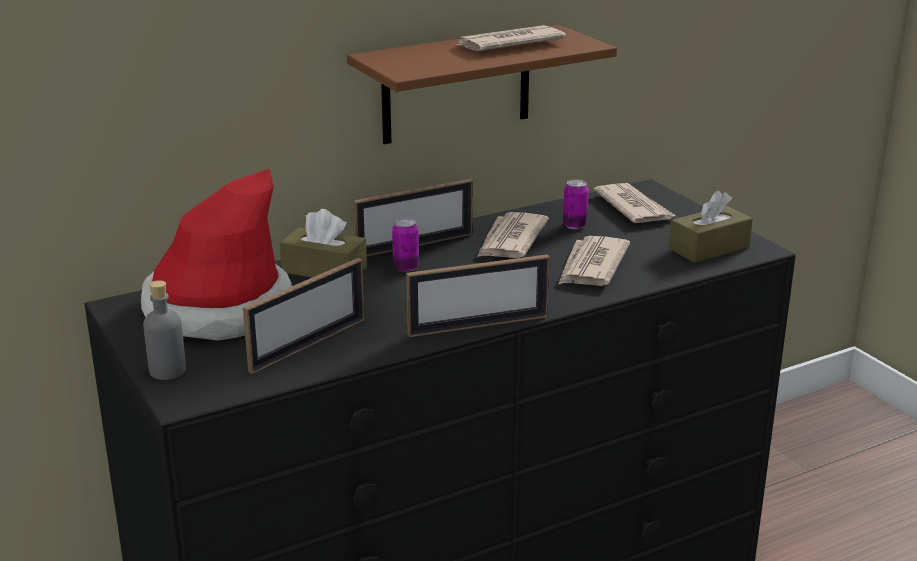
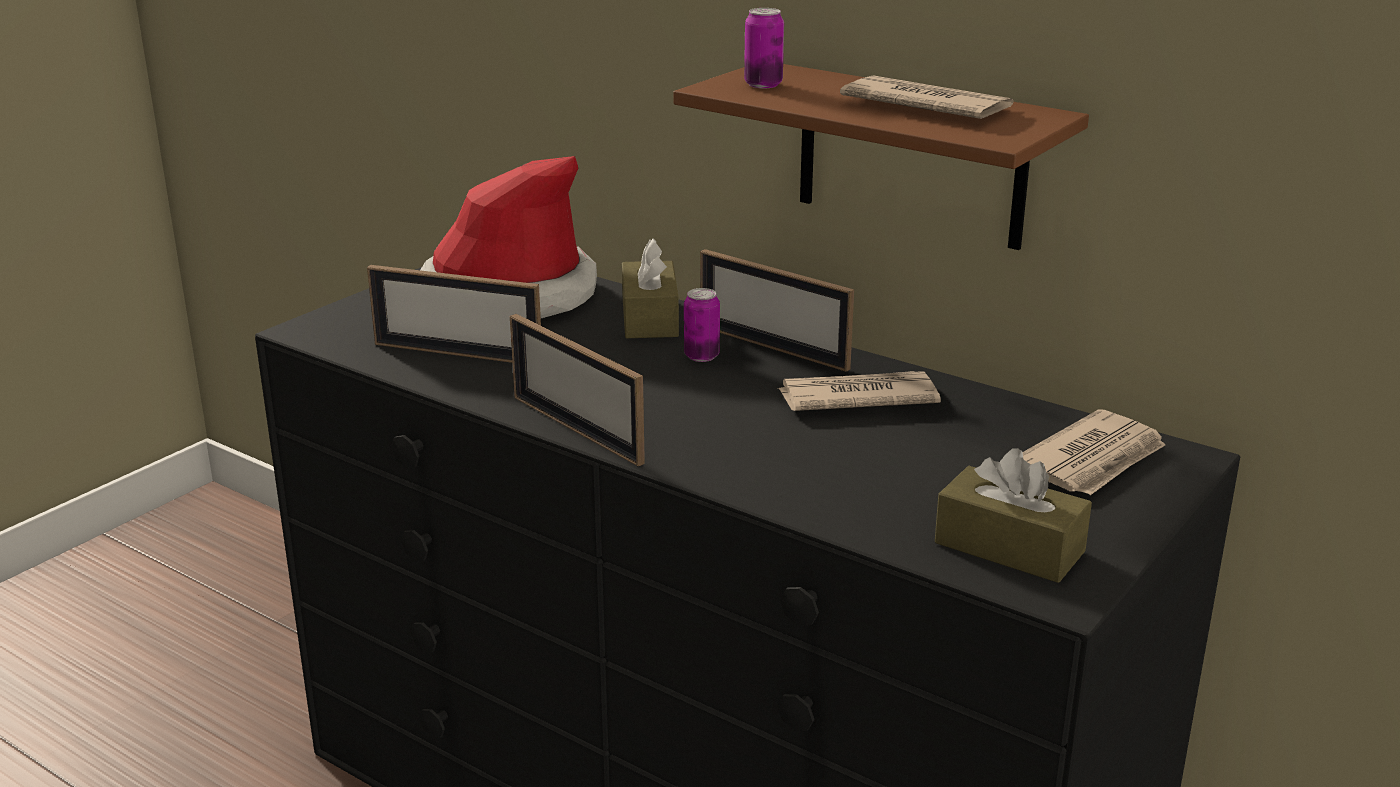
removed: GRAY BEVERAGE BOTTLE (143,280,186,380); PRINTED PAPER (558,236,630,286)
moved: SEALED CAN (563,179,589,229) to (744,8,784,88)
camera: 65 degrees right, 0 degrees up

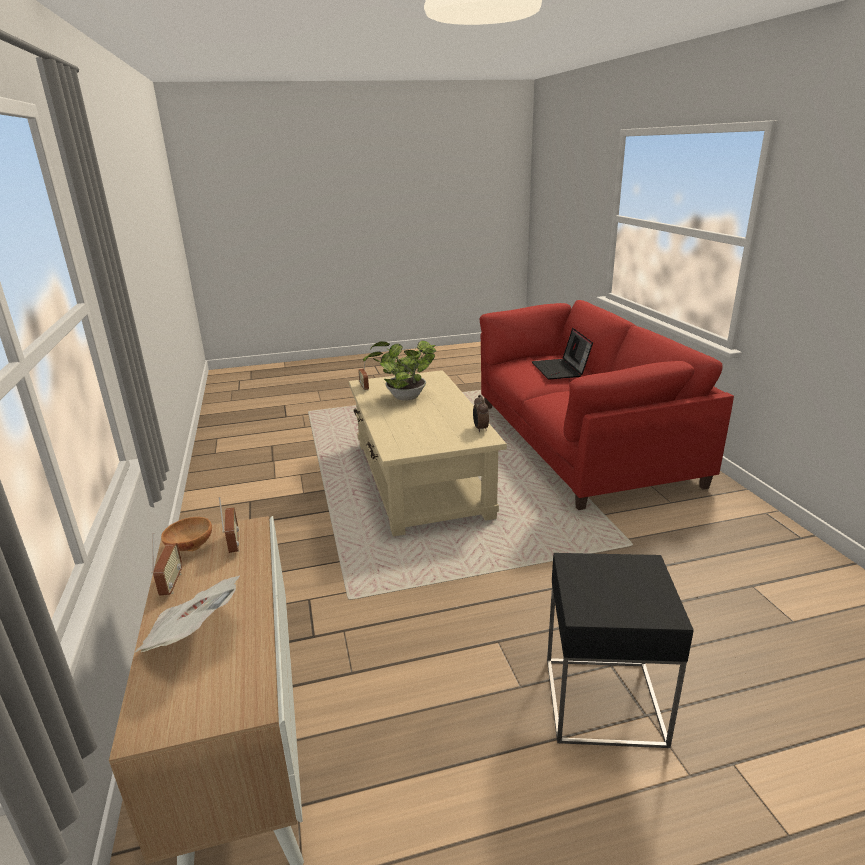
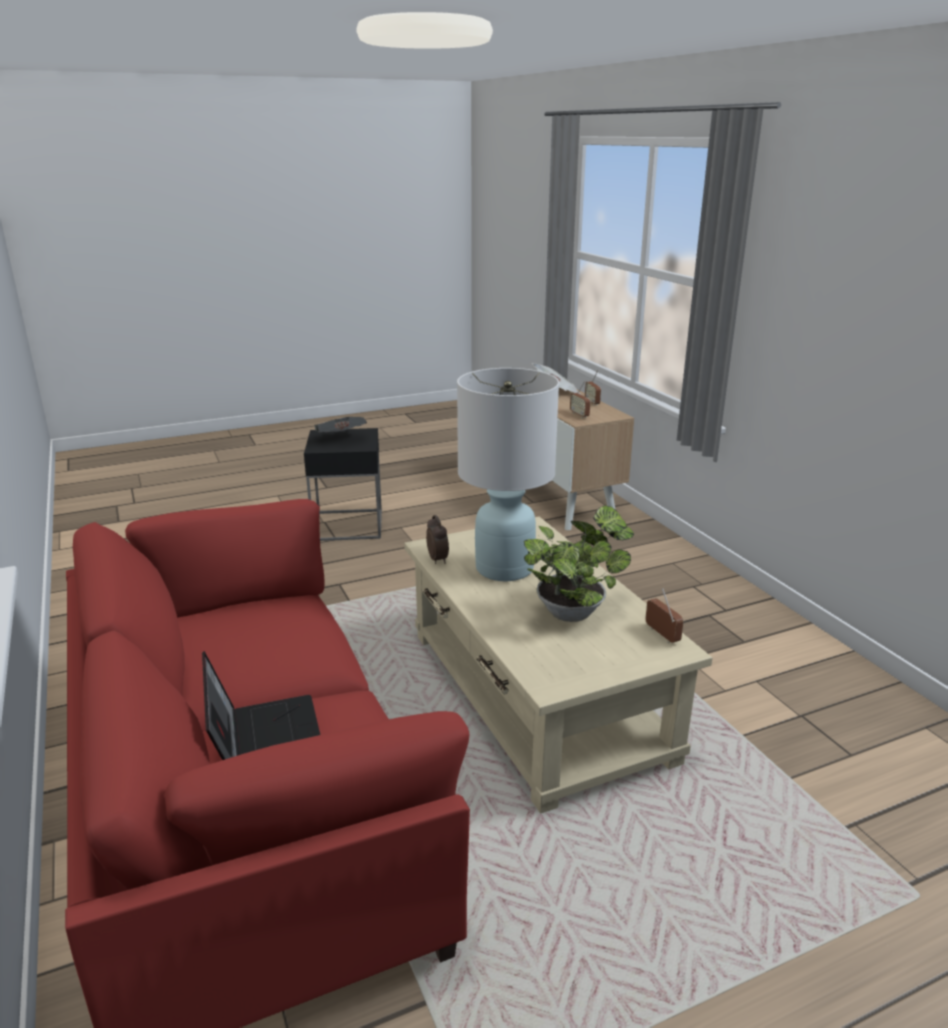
removed: BROWN DEEP DISH (161,517,212,551)
added: PRINTED PAPER (314,417,367,432); WHITISH TABLETOP LAMP (457,368,559,581)
camera: 170 degrees right, 0 degrees up

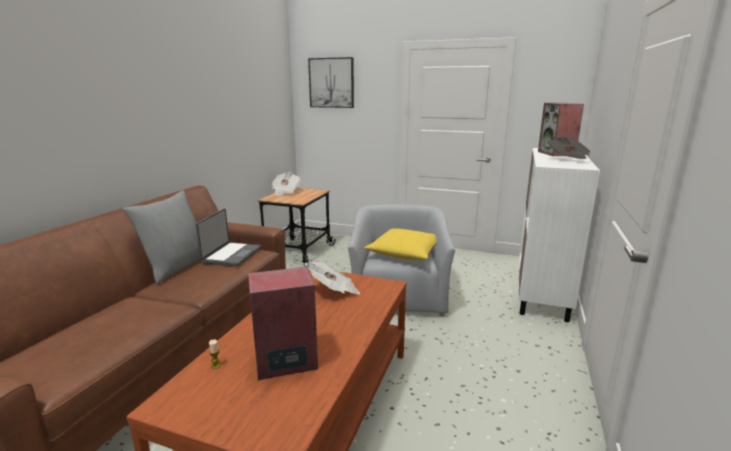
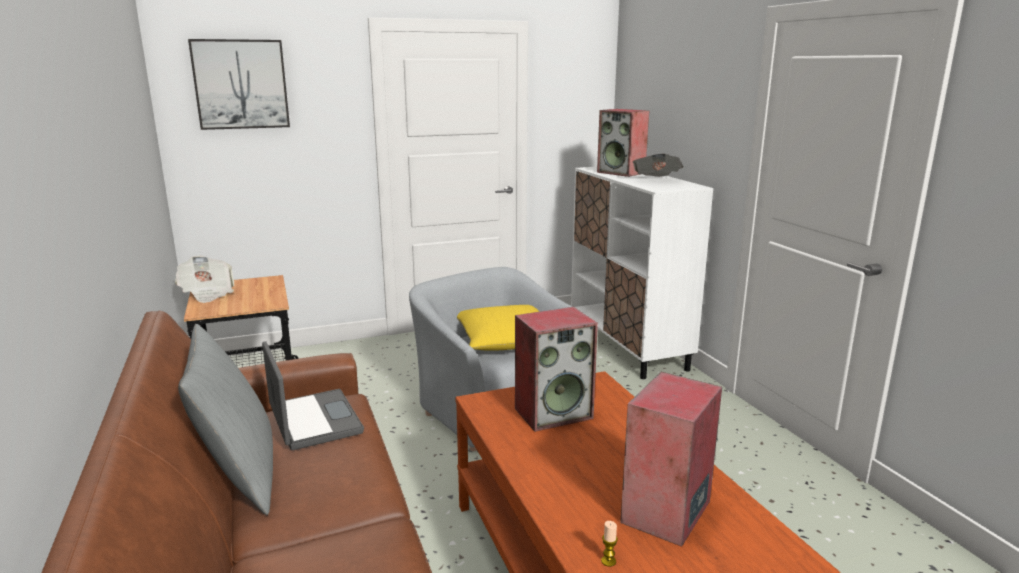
replaced: PRINTED PAPER (305,261,361,294) to SPEAKER (515,307,598,432)
camera: 40 degrees left, 0 degrees up

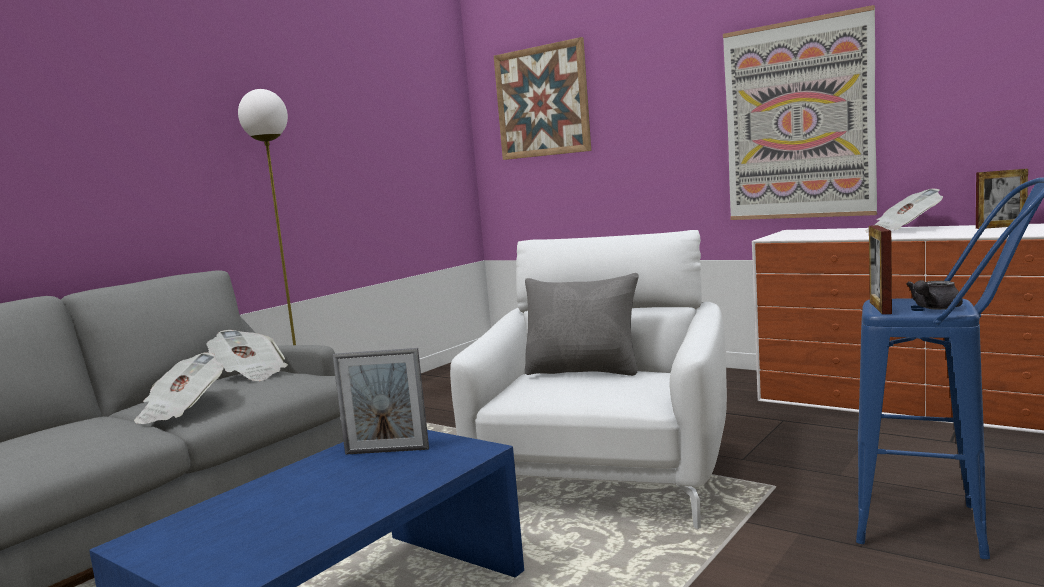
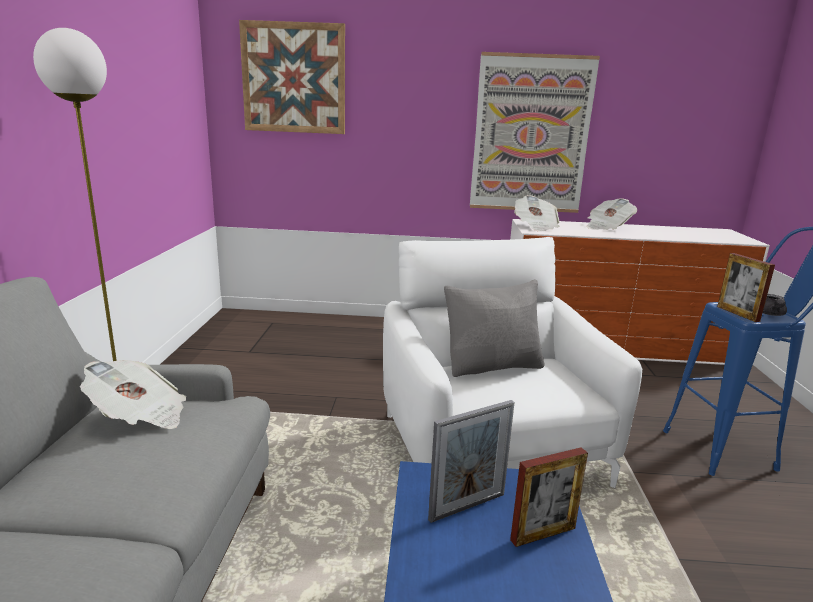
moved: PRINTED PAPER (134,352,224,424) to (514,195,560,232); PHOTO FRAME (976,169,1028,229) to (510,447,588,547)
camera: 35 degrees left, 10 degrees up

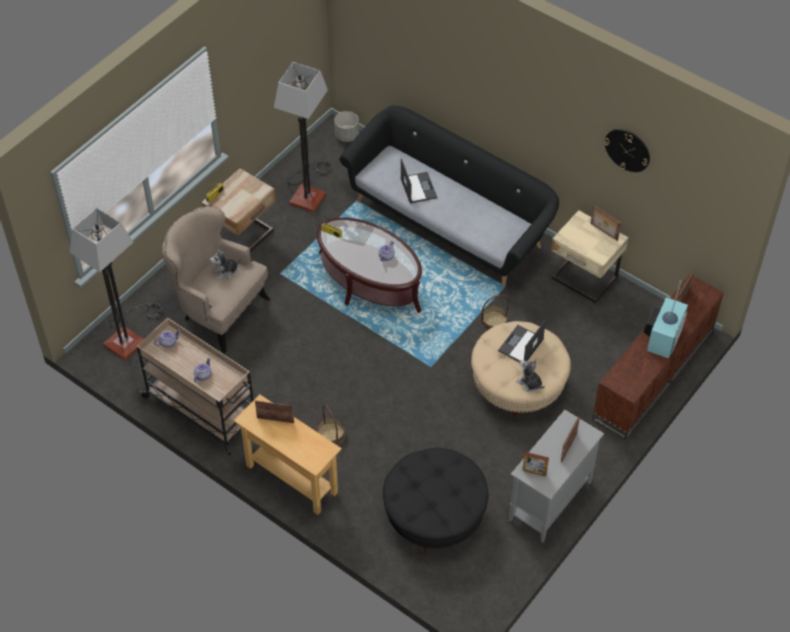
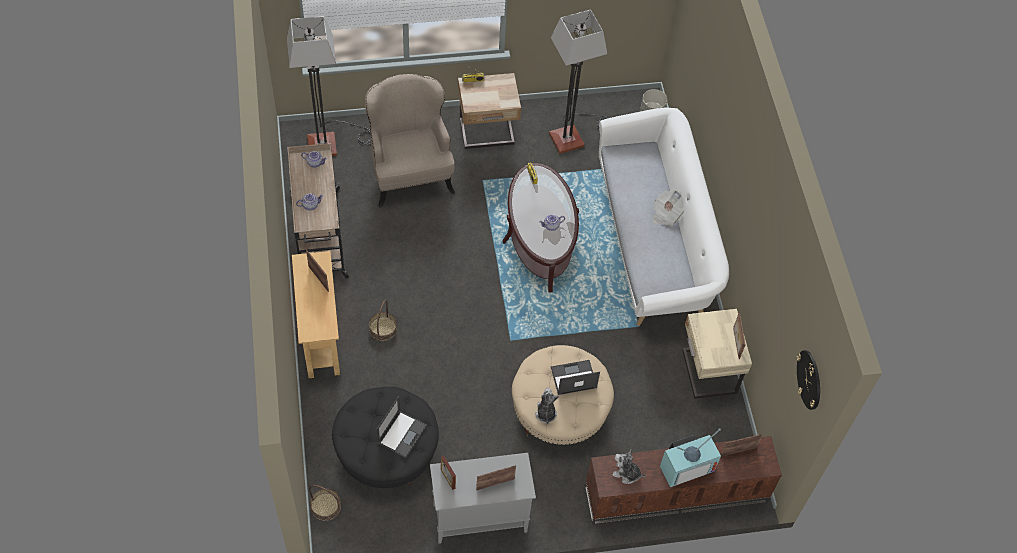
added: PRINTED PAPER (653,190,684,226)
moved: PLUSH TOY (210,247,241,280) to (612,449,646,484); NOTEBOOK COMPUTER (401,158,437,204) to (377,396,427,458); BASKET (481,295,509,330) to (309,485,341,521); HANGING CLOCK (604,129,650,172) to (797,350,820,410)
recoloured: BLACK-COLOURED COUCH (340,105,559,286) to WHITISH COUCH (599,108,729,326)
camera: 40 degrees right, 5 degrees up

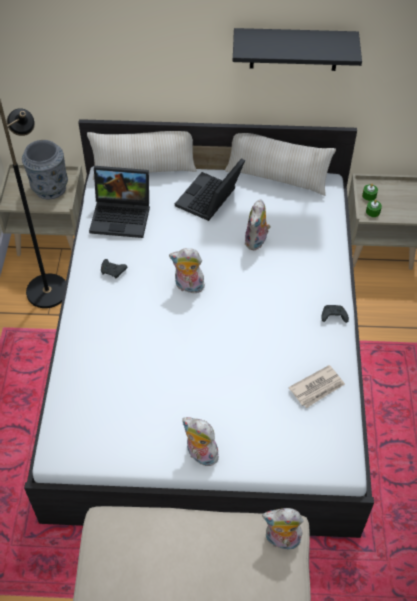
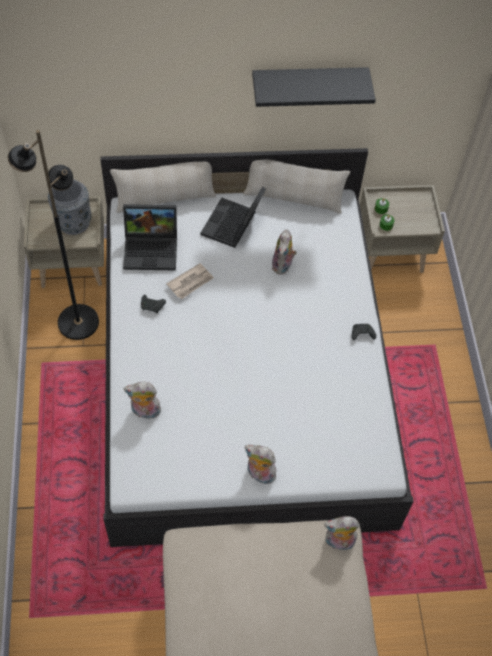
moved: PLUSH TOY (169,248,205,294) to (124,382,161,419); PRINTED PAPER (289,365,345,408) to (166,263,214,299)
camera: 10 degrees left, 5 degrees up

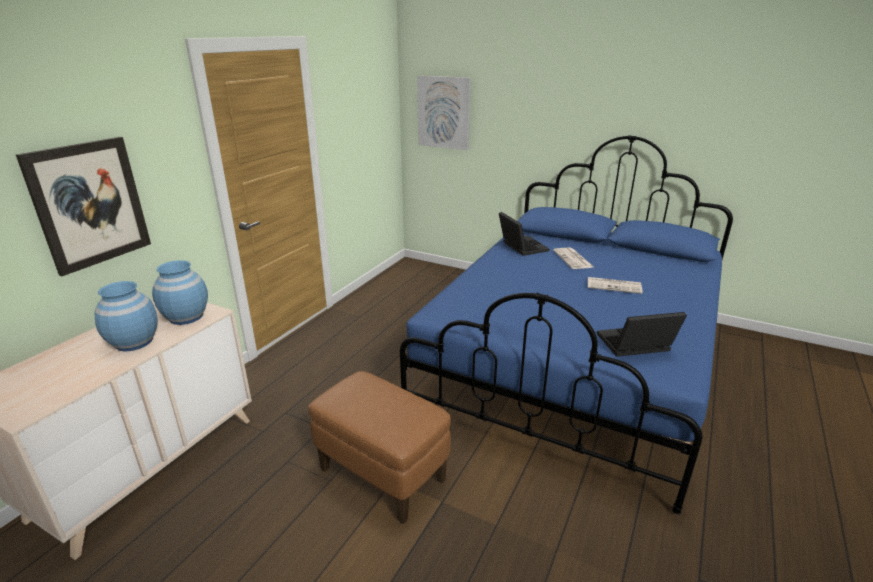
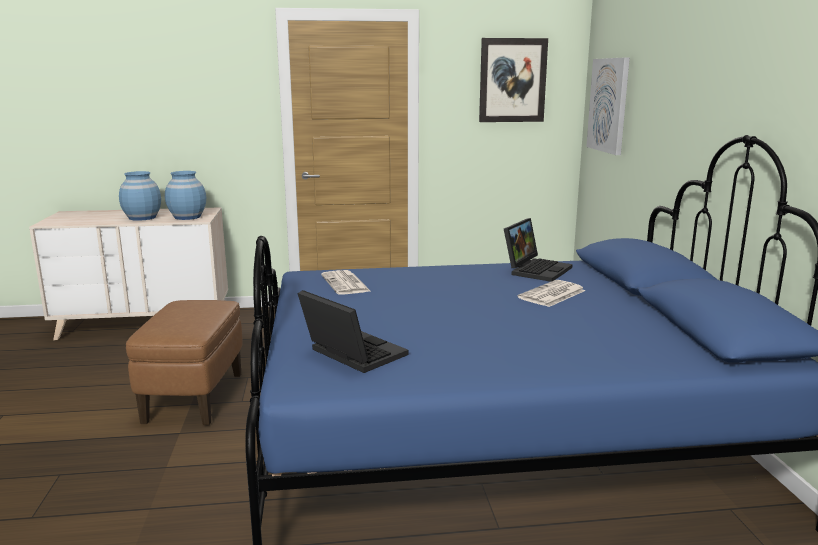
moved: WALL PICTURE (16,137,151,276) to (479,38,548,122); PRINTED PAPER (588,277,643,294) to (321,270,370,295)
camera: 55 degrees right, 10 degrees down

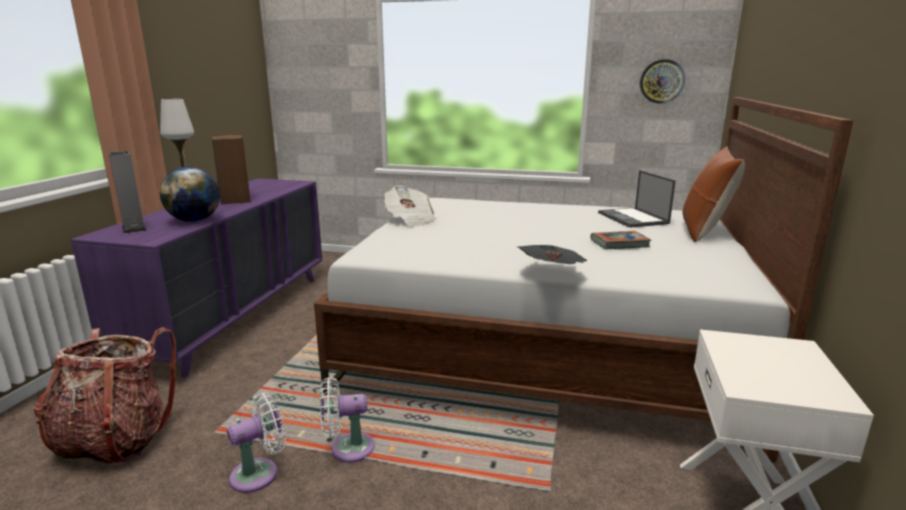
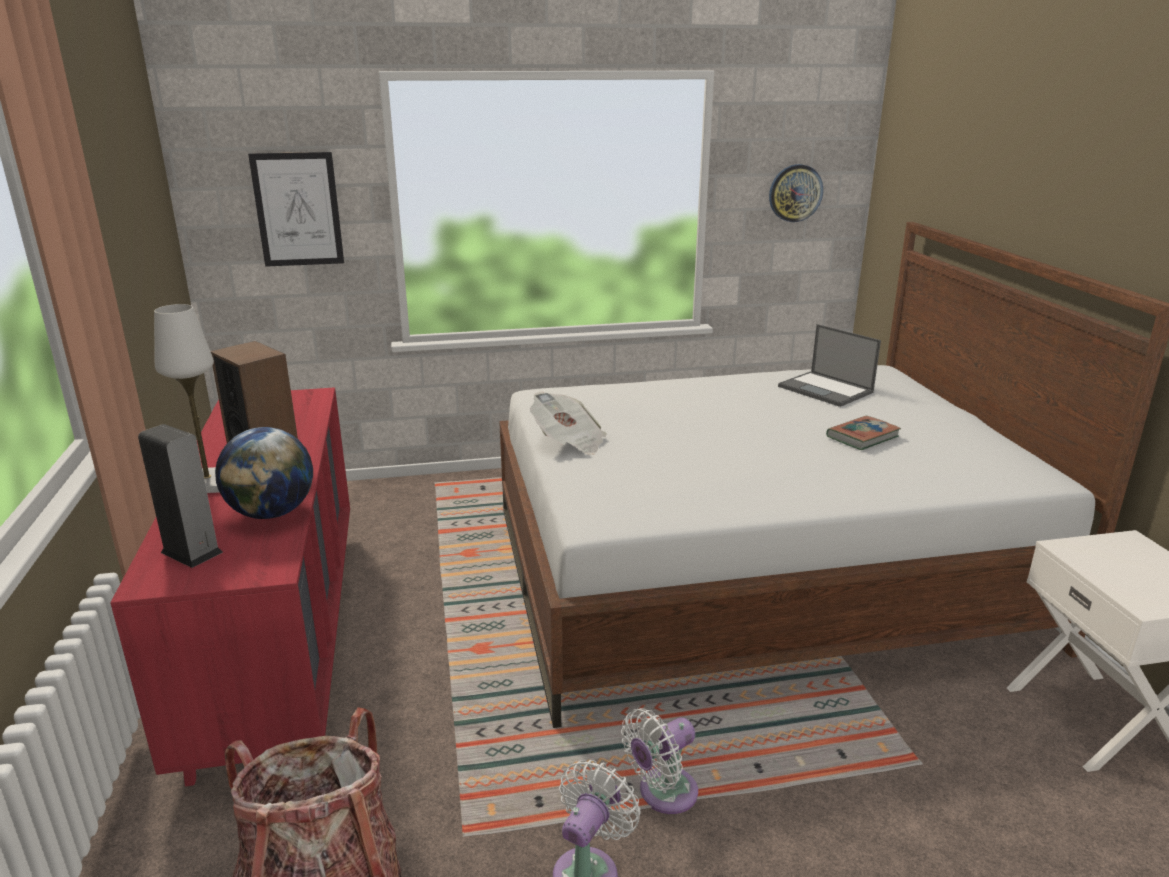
removed: PRINTED PAPER (517,245,587,264); BROWN CUSHION (682,146,745,242)
added: WALL PICTURE (248,152,344,267)
recoloured: PURPLE-COLOURED CHEST OF DRAWERS (71,178,322,378) to REDDISH CHEST OF DRAWERS (110,387,350,787)
camera: 25 degrees left, 5 degrees up

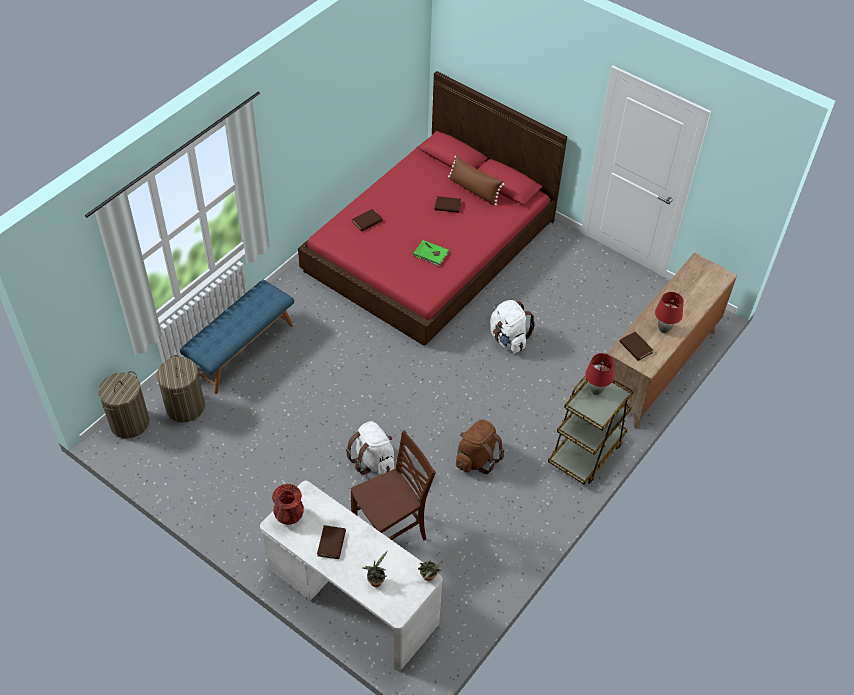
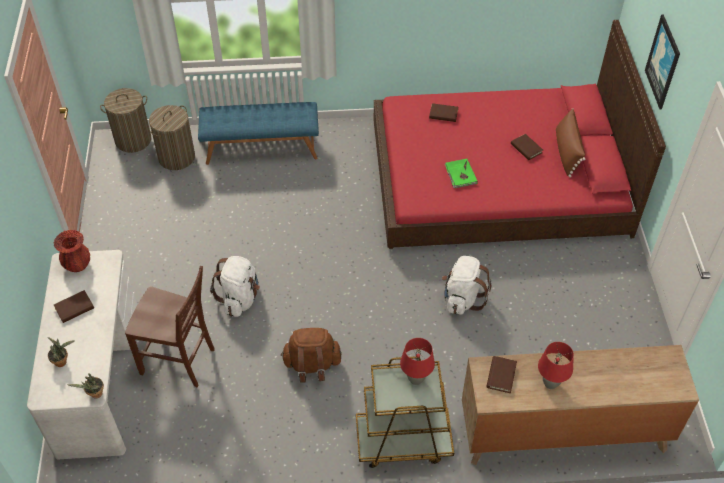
added: WALL PICTURE (645,14,680,110)
camera: 50 degrees right, 0 degrees up

